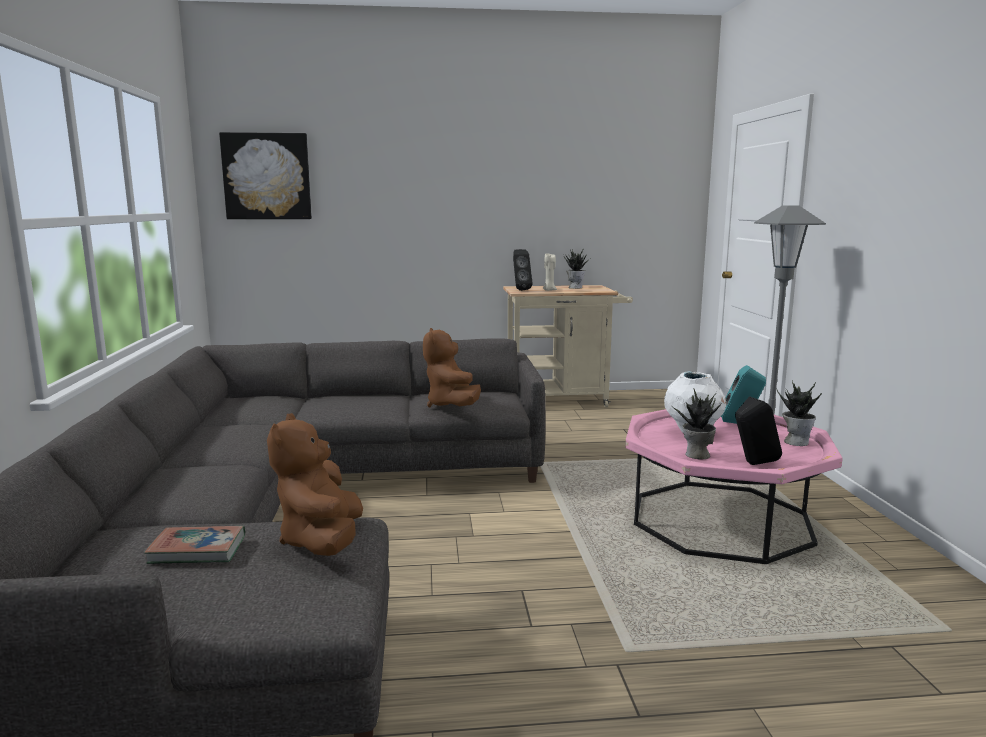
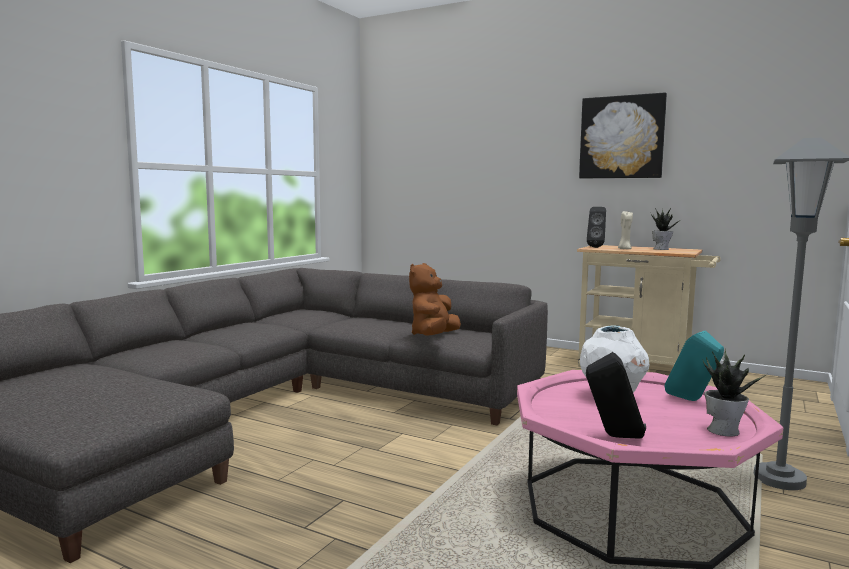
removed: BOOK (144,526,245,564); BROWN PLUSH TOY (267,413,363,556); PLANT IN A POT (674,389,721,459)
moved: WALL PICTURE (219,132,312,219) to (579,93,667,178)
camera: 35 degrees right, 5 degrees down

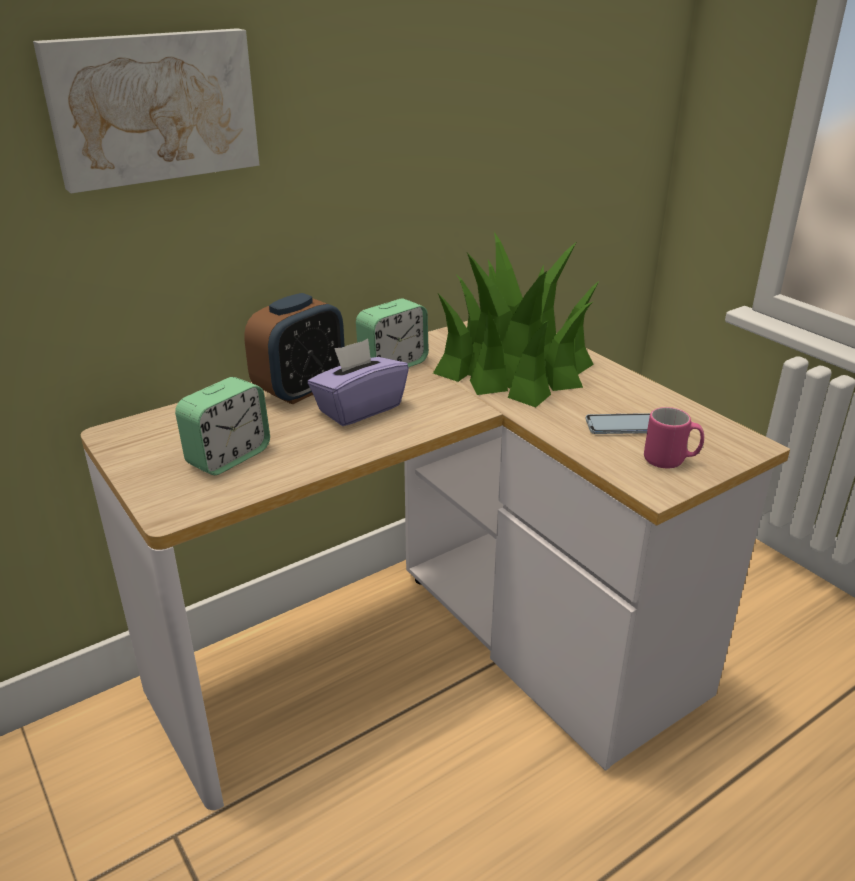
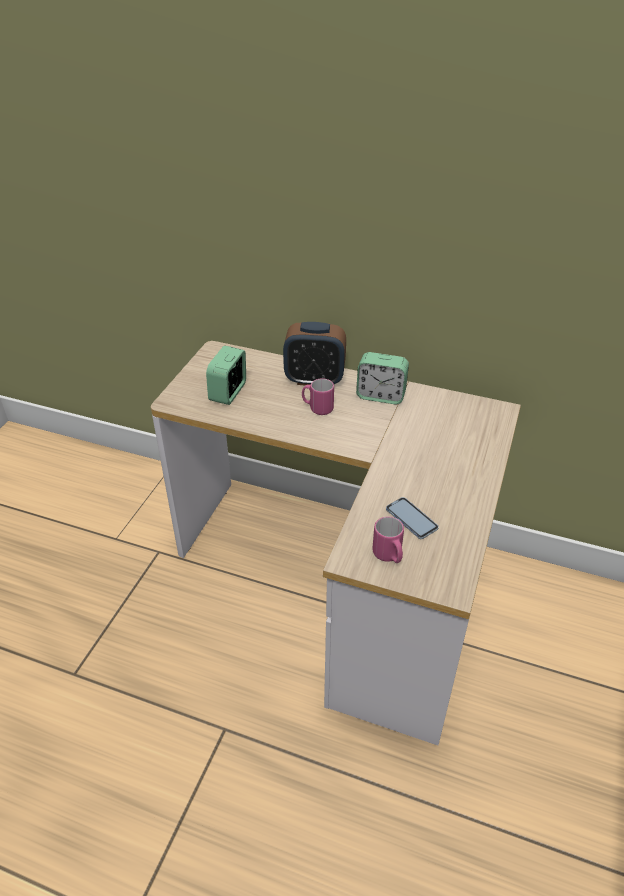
removed: WALL PICTURE (33,28,259,193); PLANT IN A POT (433,232,600,408)
replaced: PURPLE-COLOURED BOX OF TISSUES (308,339,409,426) to PINK MUG (302,378,334,415)
turned: TABLE CLOCK (175,377,270,475) = (206,346,246,405) 105 degrees clockwise
camera: 55 degrees right, 10 degrees up

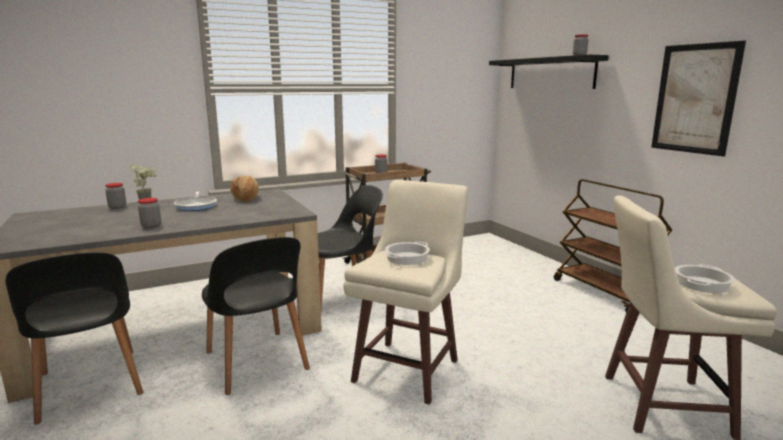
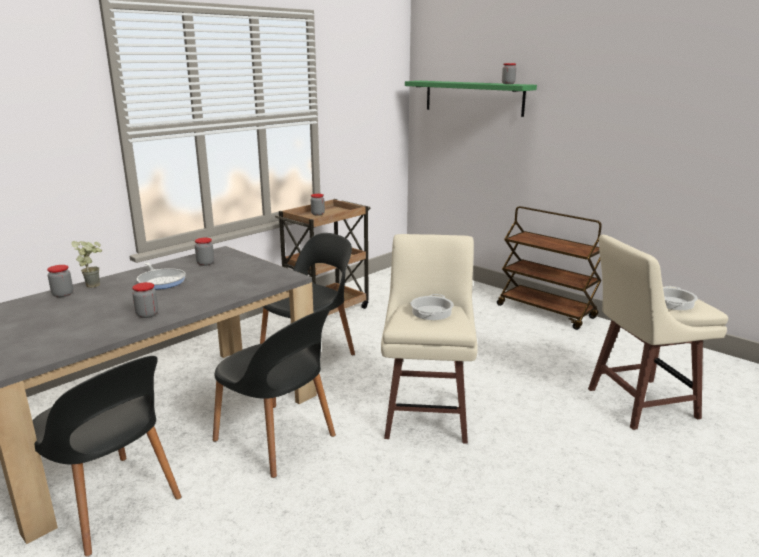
removed: WALL PICTURE (651,40,746,157)
replaced: BREAD (230,176,259,202) to PRESERVE JAR (195,238,214,266)
recoloured: BLACK-COLOURED SHELF (489,54,609,89) to GREEN SHELF (405,81,537,117)
camera: 20 degrees left, 5 degrees up

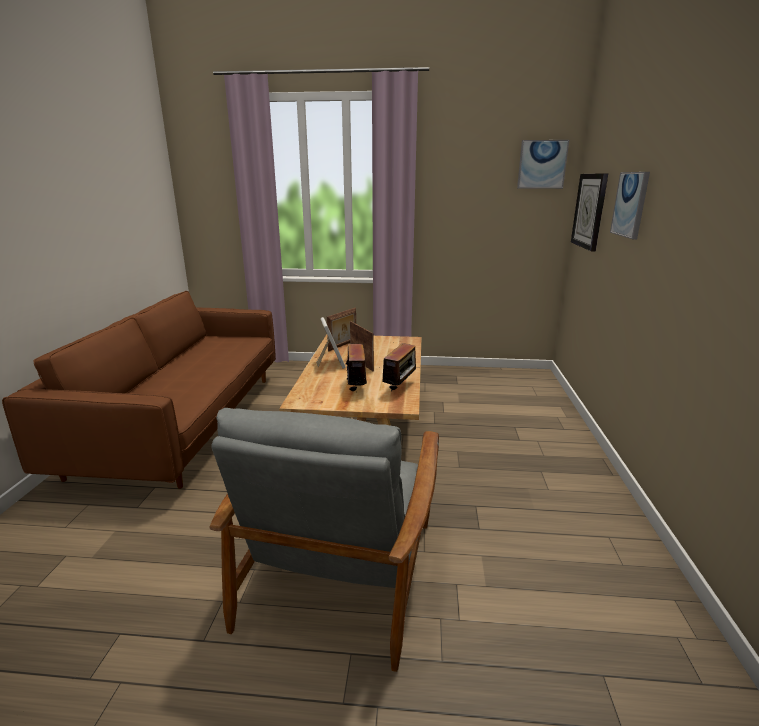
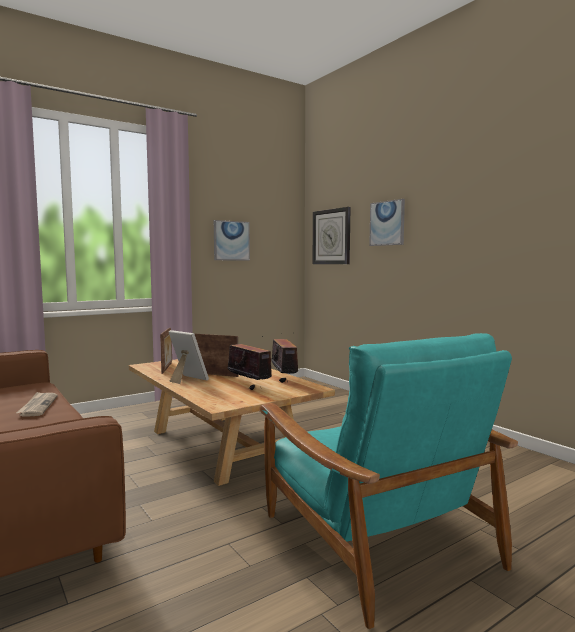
added: PRINTED PAPER (16,392,58,417)
moved: WALL PICTURE (517,140,569,189) to (214,220,250,260)
recoloured: GRAY ARMCHAIR (210,408,439,672) to TURQUOISE ARMCHAIR (259,333,518,629)
camera: 40 degrees left, 15 degrees down

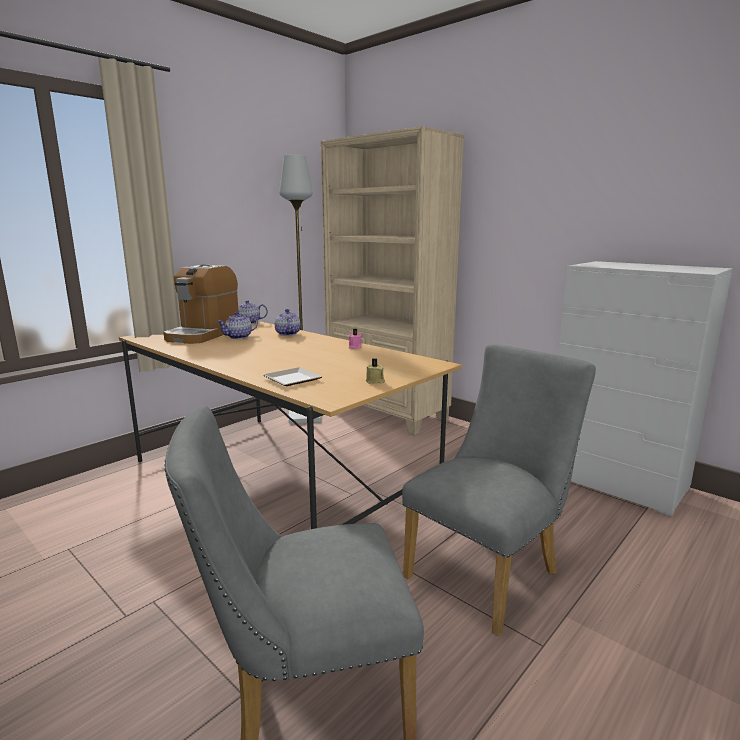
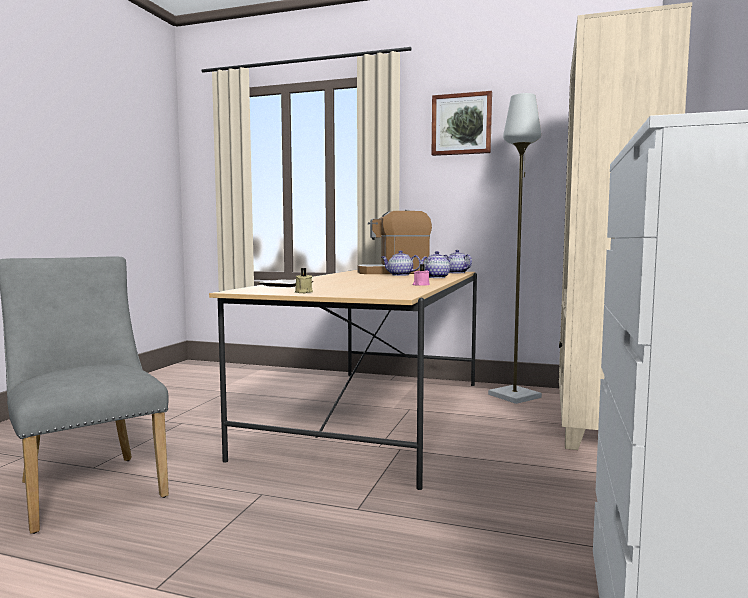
removed: GRAY PLAIN CHAIR (402,344,596,637)
added: WALL PICTURE (432,91,492,156)
camera: 65 degrees right, 10 degrees down

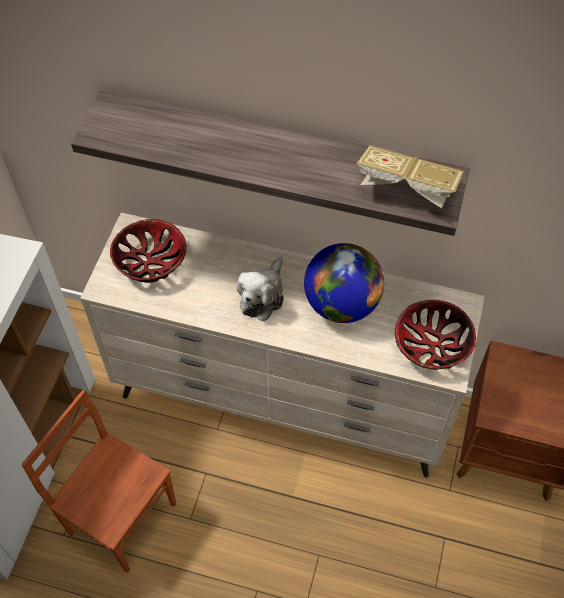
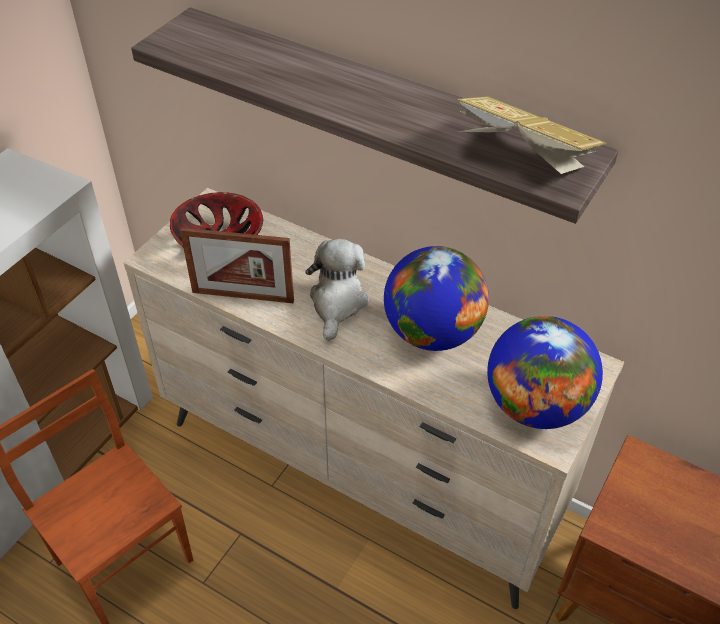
added: PHOTO FRAME (180,227,294,303)
replaced: DEEP DISH (395,300,476,370) to DESK GLOBE (487,316,603,429)
turned: PLUSH TOY (236,257,284,321) = (305,239,369,341) 150 degrees clockwise
camera: 15 degrees right, 10 degrees down

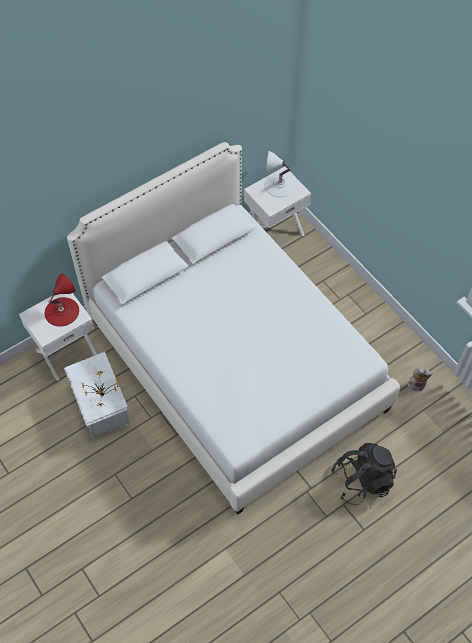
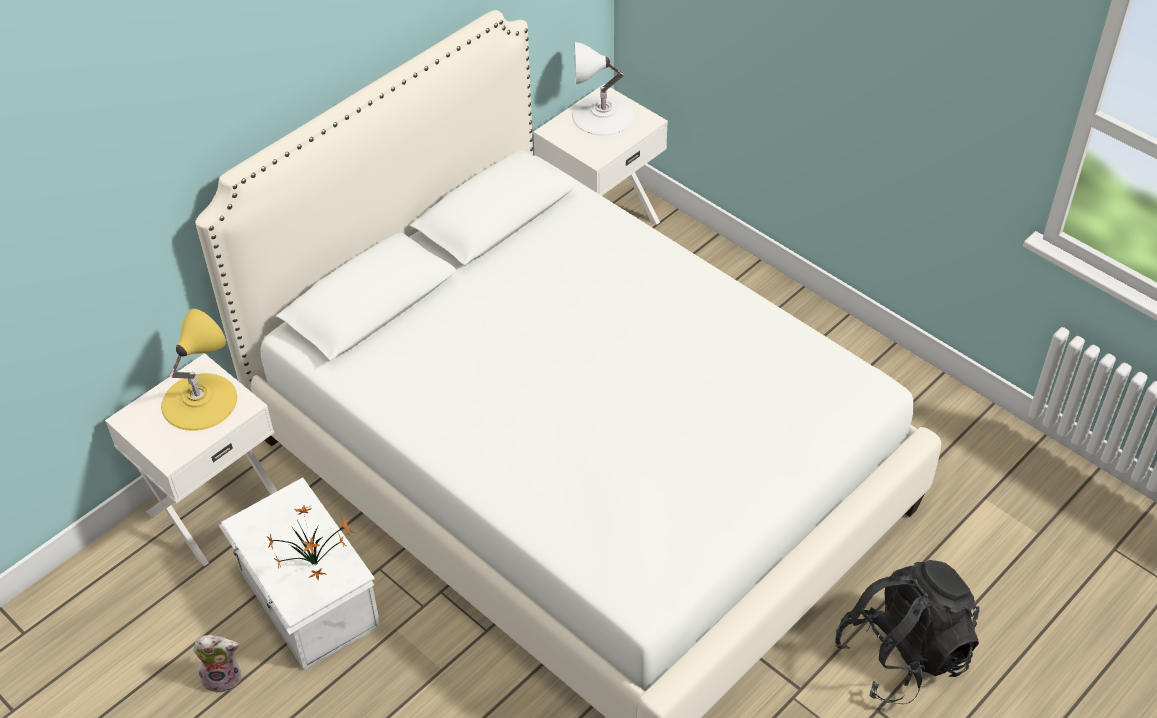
moved: PLUSH TOY (408,368,433,392) to (193,635,241,693)
recoloured: REDDISH TABLETOP LAMP (45,273,79,327) to YELLOW-COLOURED TABLETOP LAMP (161,309,237,431)
camera: 10 degrees left, 10 degrees down

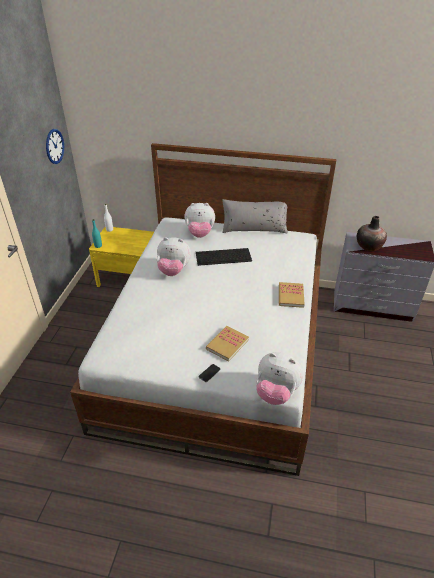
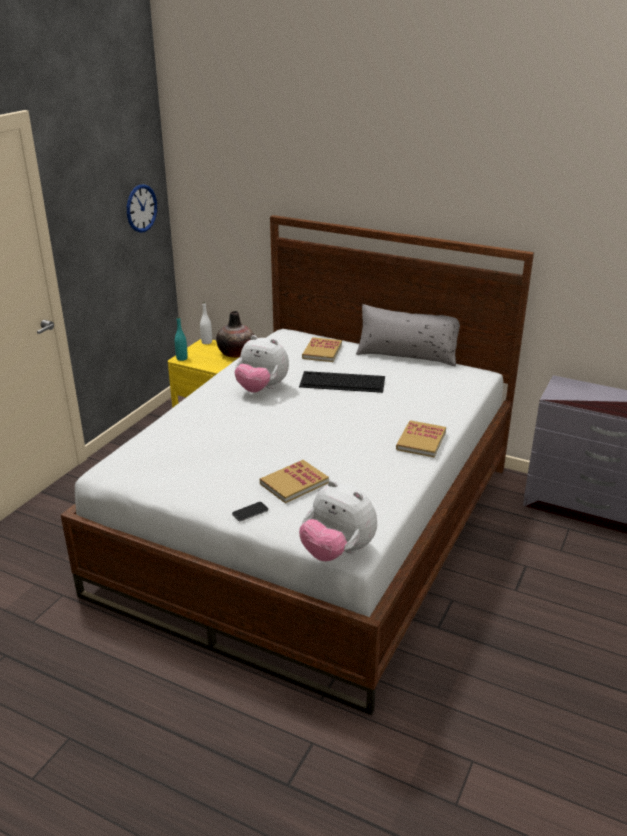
moved: FLOWER VASE (357,216,387,251) to (216,311,254,358)
replaced: PLUSH TOY (184,203,215,238) to BOOK (302,337,342,362)
camera: 15 degrees right, 10 degrees down

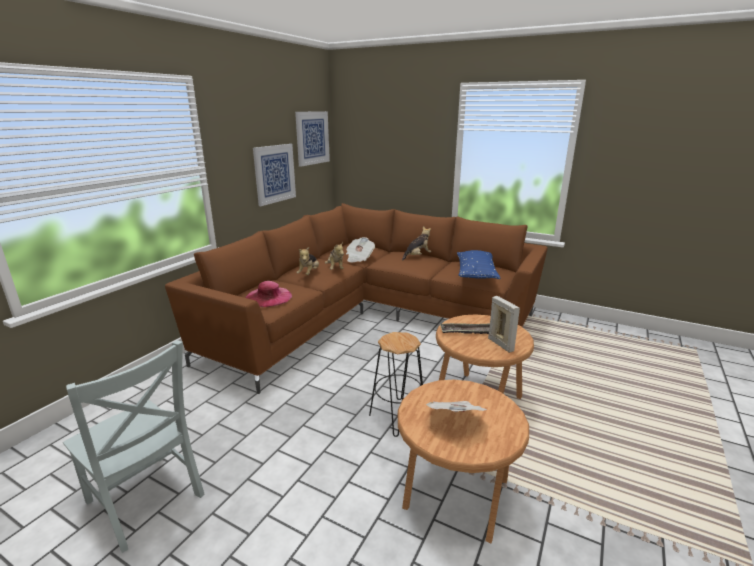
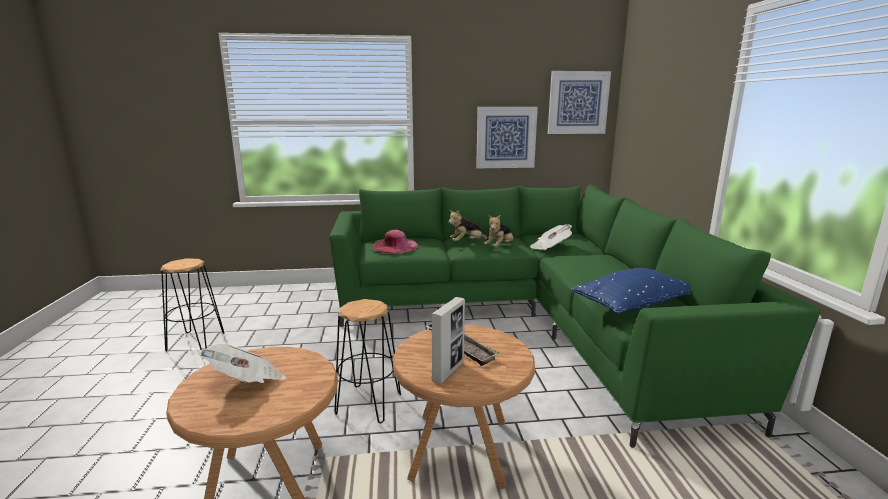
removed: PLUSH TOY (402,226,431,261)
replaced: GRAY PLAIN CHAIR (63,340,204,553) to BLACK-COLOURED STOOL (160,259,225,351)
recoloured: BROWN COUCH (165,203,548,394) to GREEN COUCH (329,184,820,448)
camera: 55 degrees right, 5 degrees down

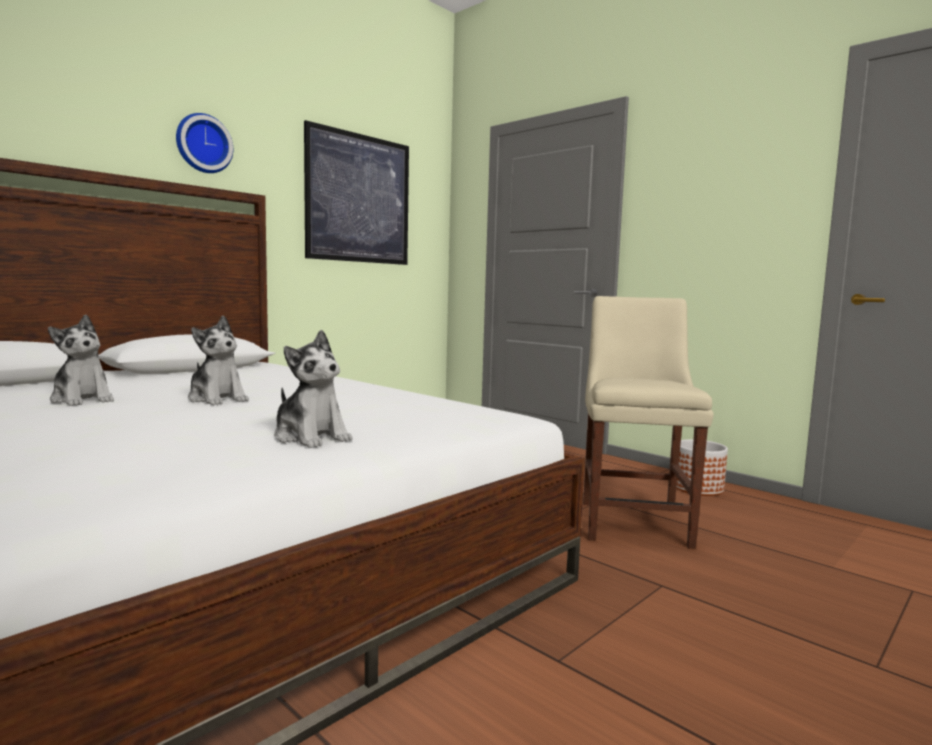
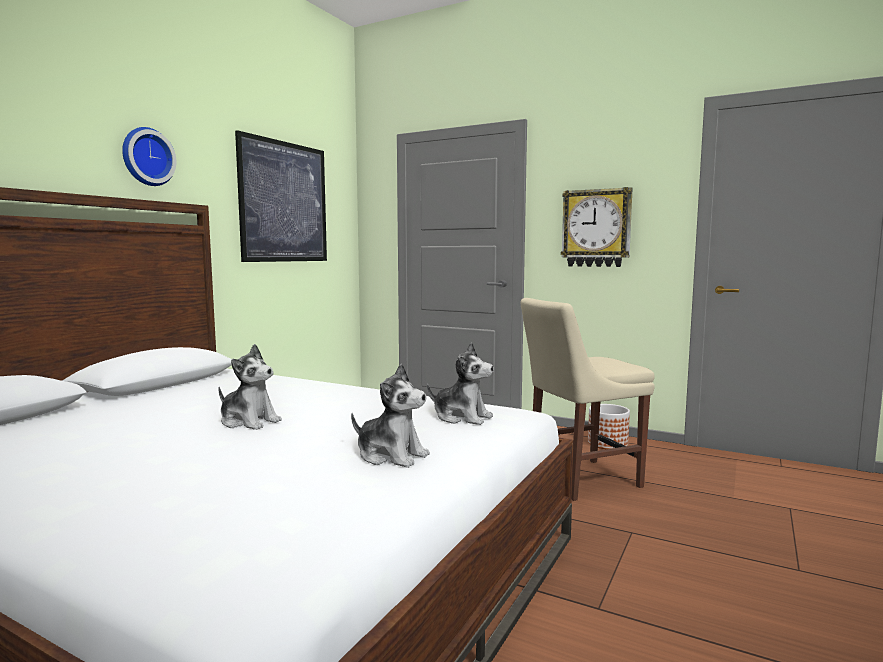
added: HANGING CLOCK (561,187,633,267)
moved: PLUSH TOY (48,315,114,406) to (427,342,494,425)
turned: BEIGE PLAIN CHAIR (583,296,714,549) = (520,298,655,501) 105 degrees counterclockwise
camera: 15 degrees left, 0 degrees up

